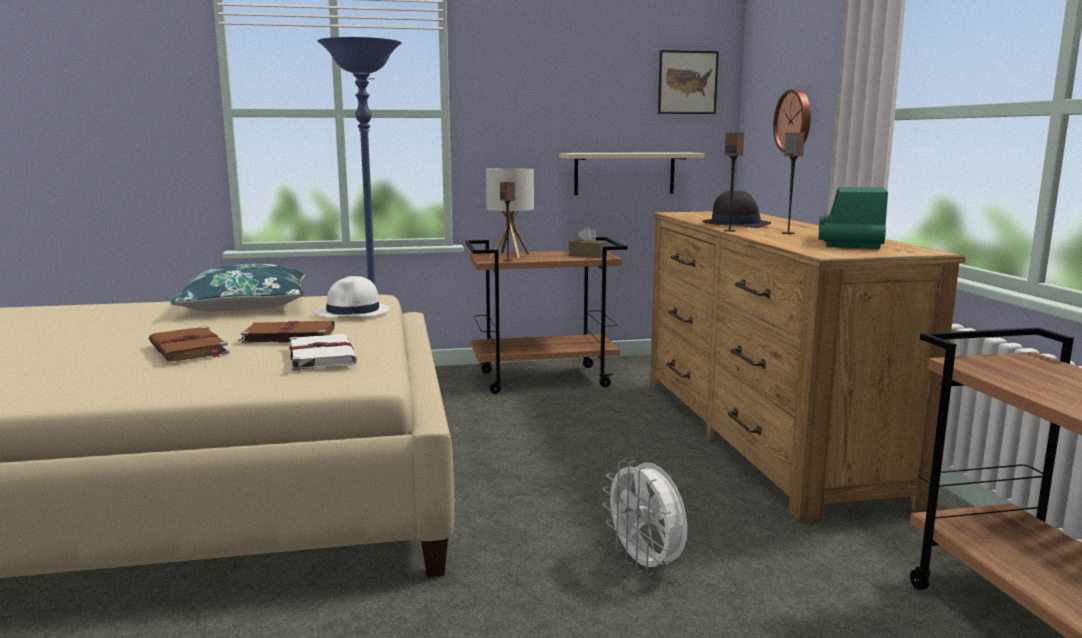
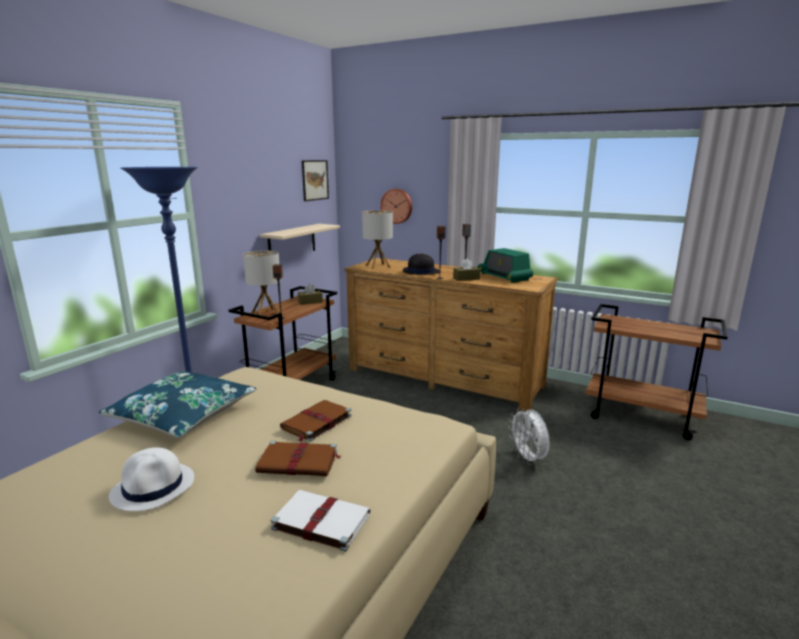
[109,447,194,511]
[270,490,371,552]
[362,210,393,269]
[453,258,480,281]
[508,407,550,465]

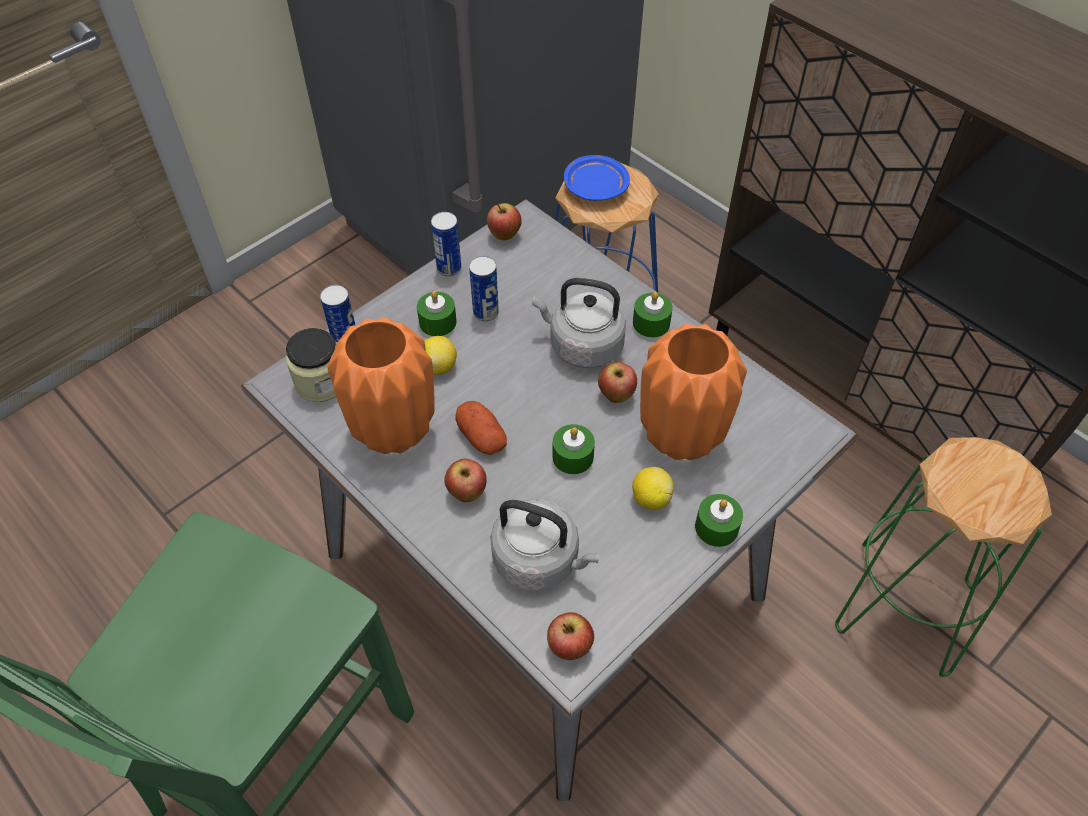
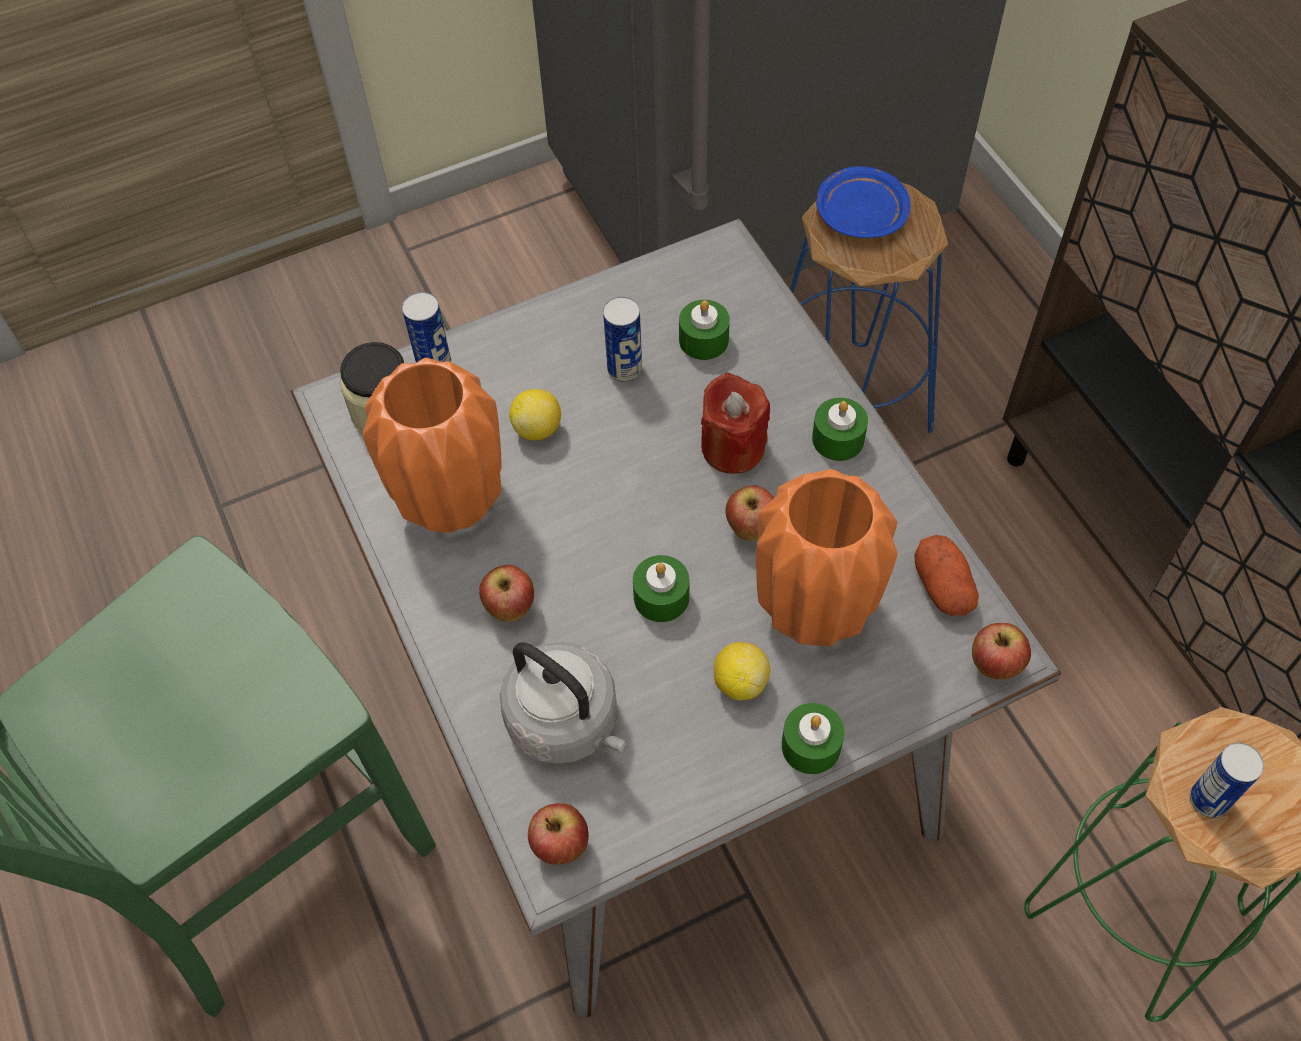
[679,300,730,360]
[701,373,770,474]
[914,535,979,616]
[972,623,1031,679]
[1190,743,1264,818]

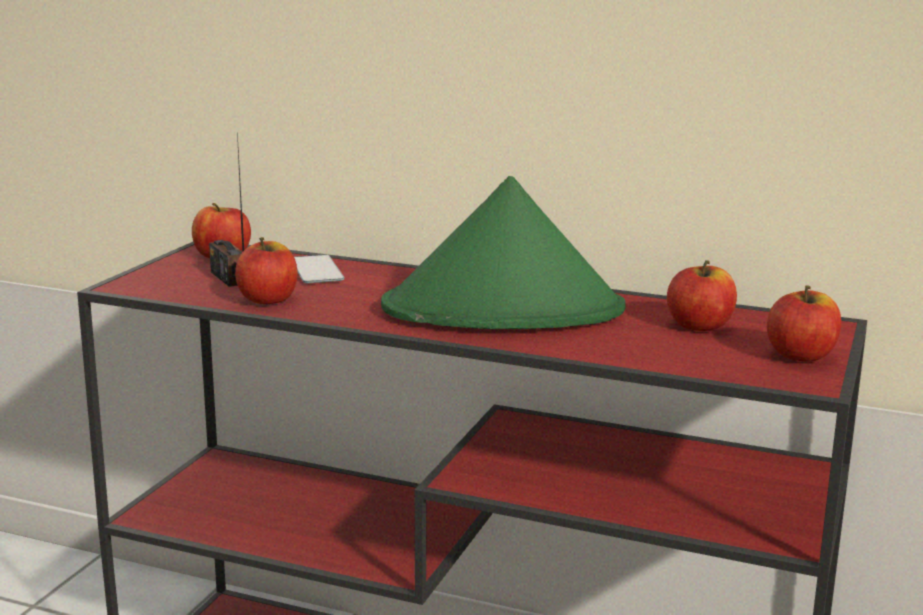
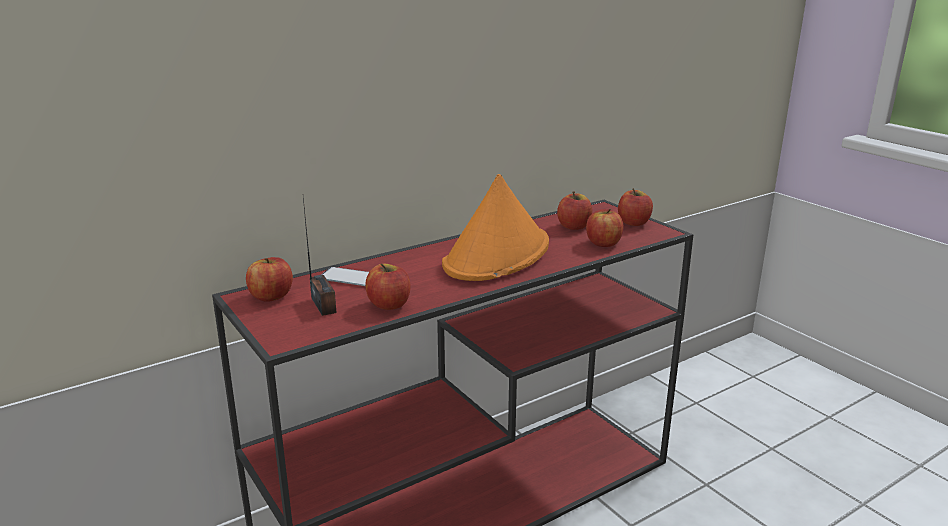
[303,198,337,316]
[442,174,549,281]
[586,209,623,247]

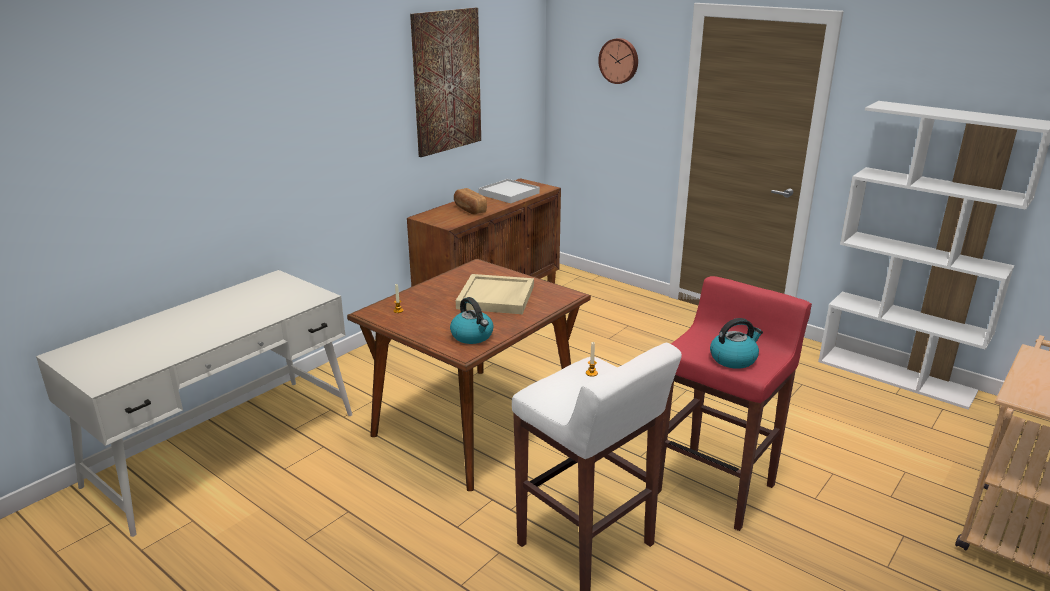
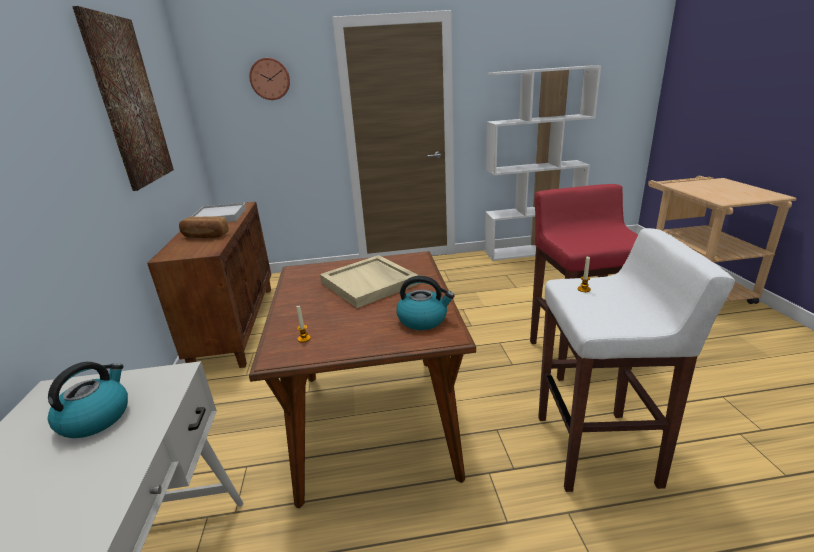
[48,362,128,438]

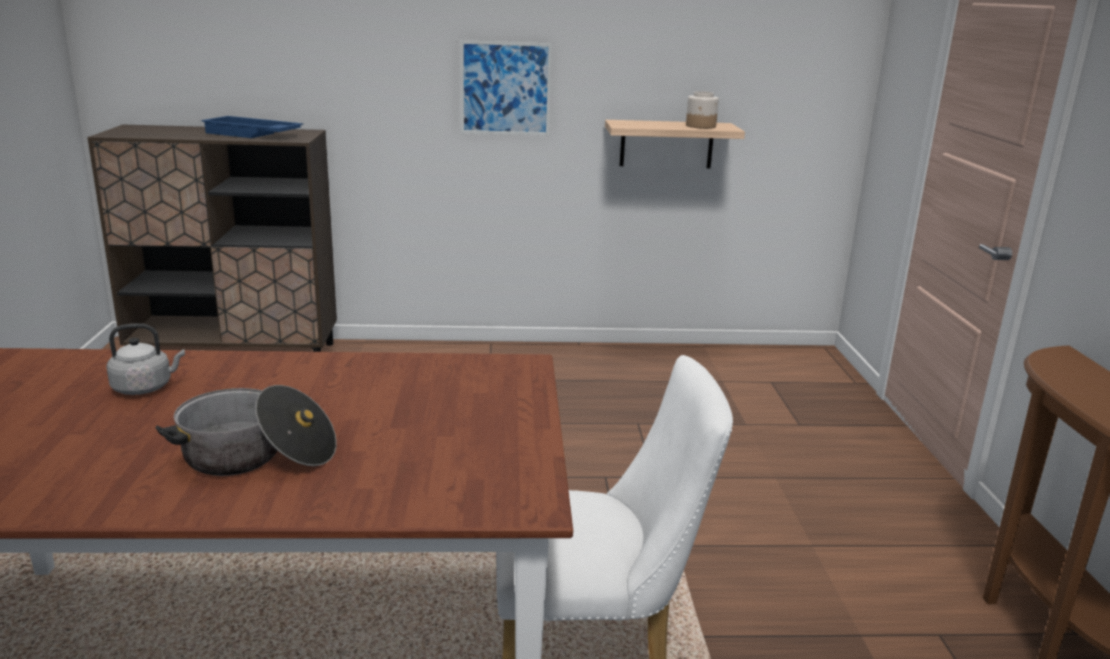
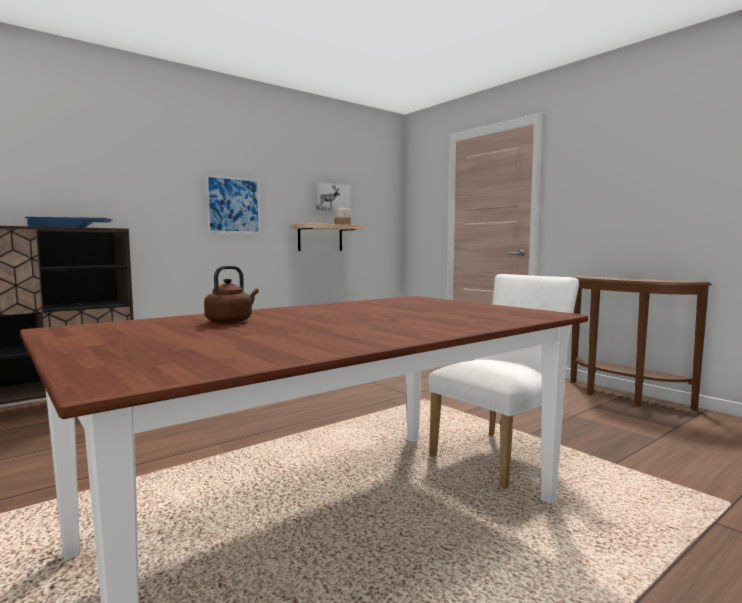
[204,266,259,324]
[316,182,351,212]
[155,385,337,476] (first image)

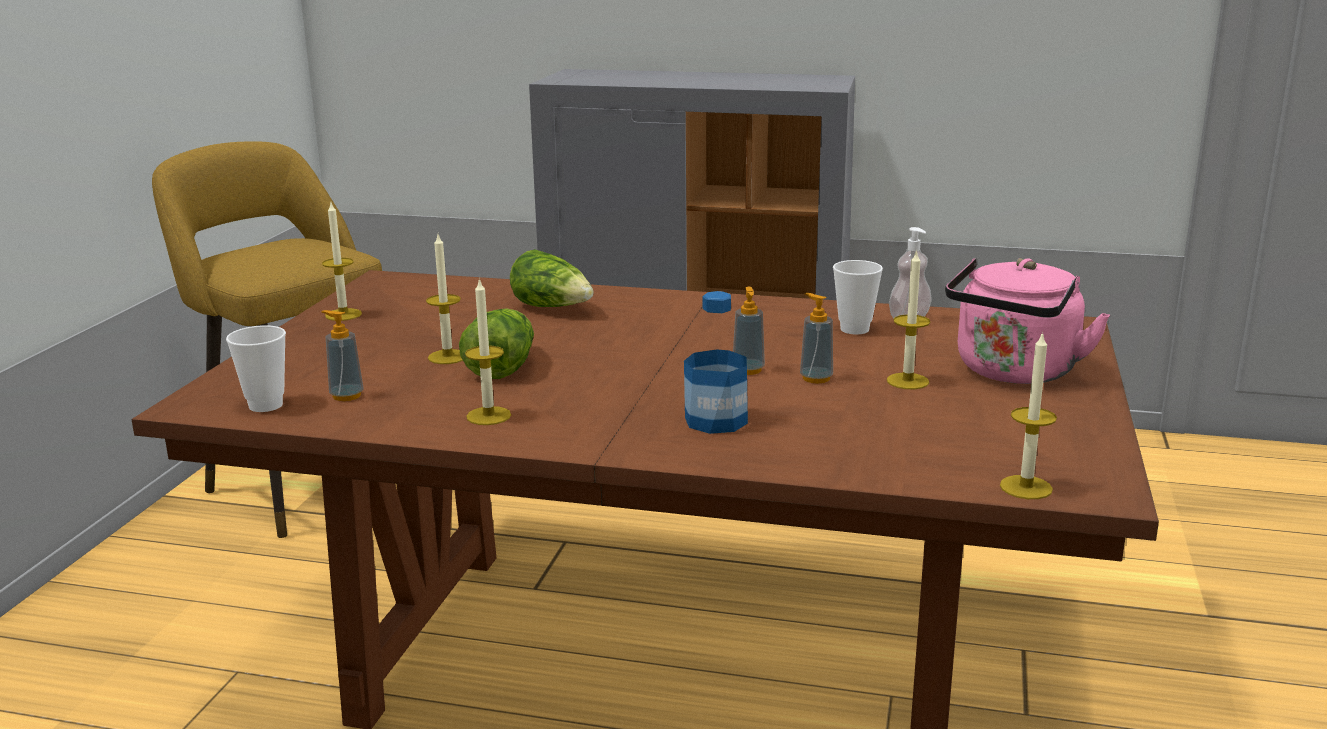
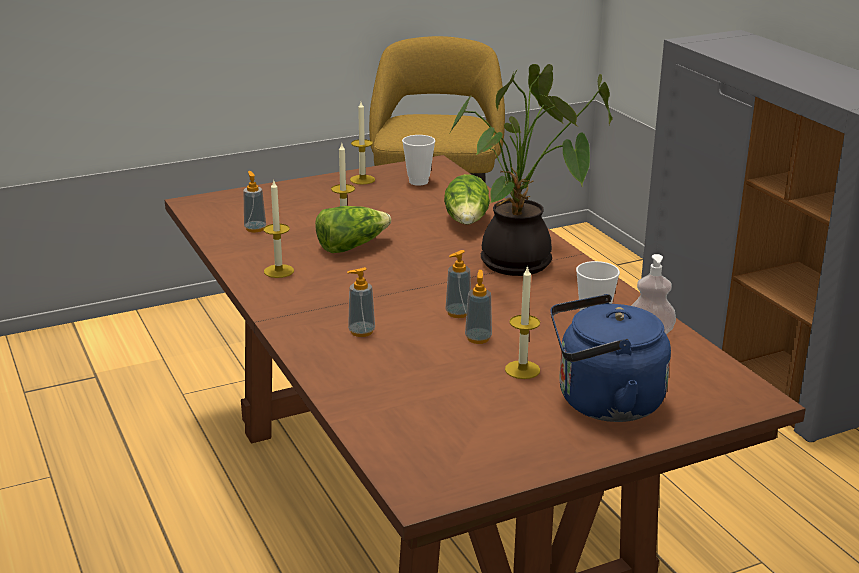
[347,267,375,337]
[402,135,435,186]
[449,64,613,276]
[550,294,671,422]
[1000,331,1057,499] (first image)

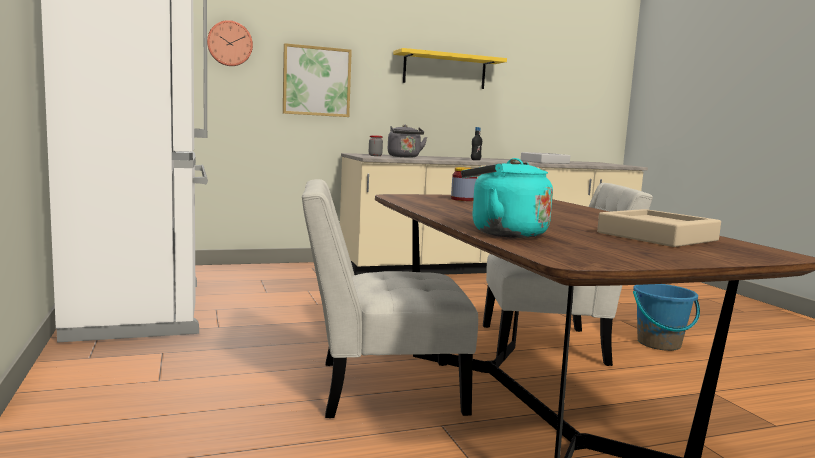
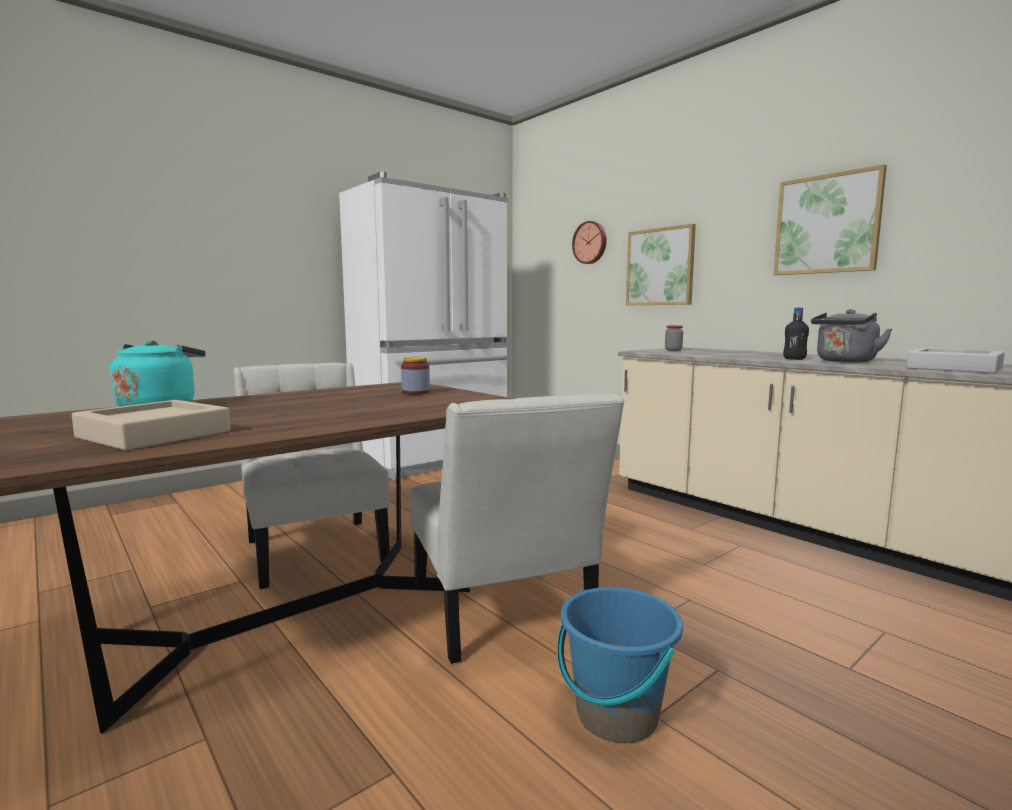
[773,164,887,275]
[811,309,892,362]

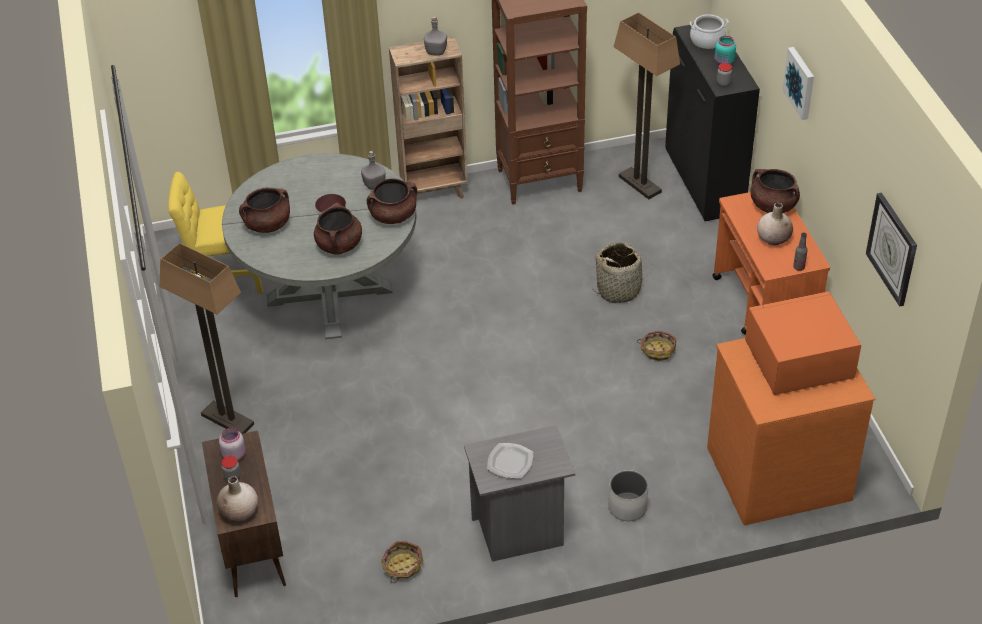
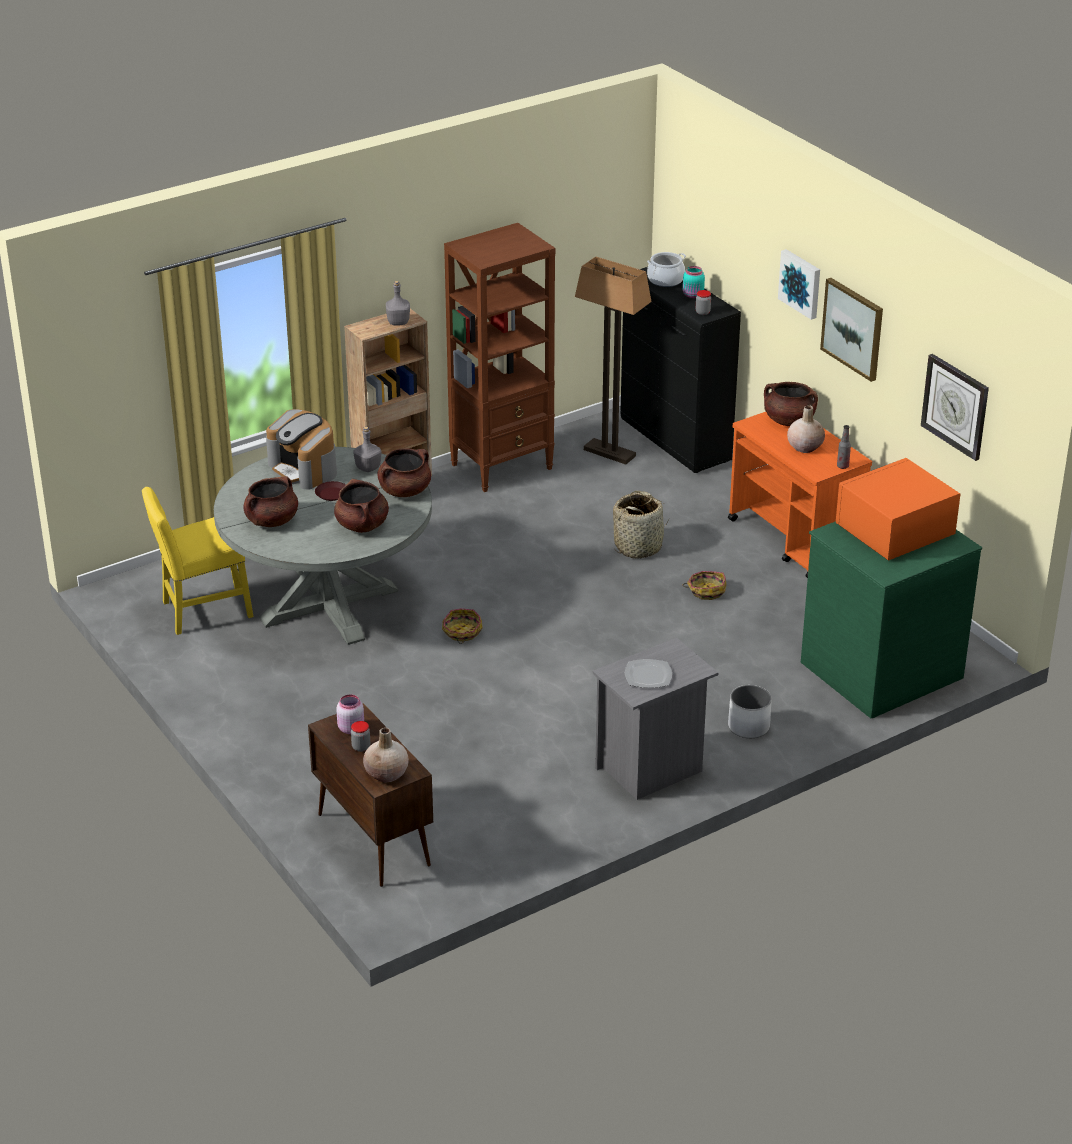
[266,409,337,490]
[442,608,483,644]
[801,521,982,718]
[820,278,883,382]
[160,243,254,434] (first image)

